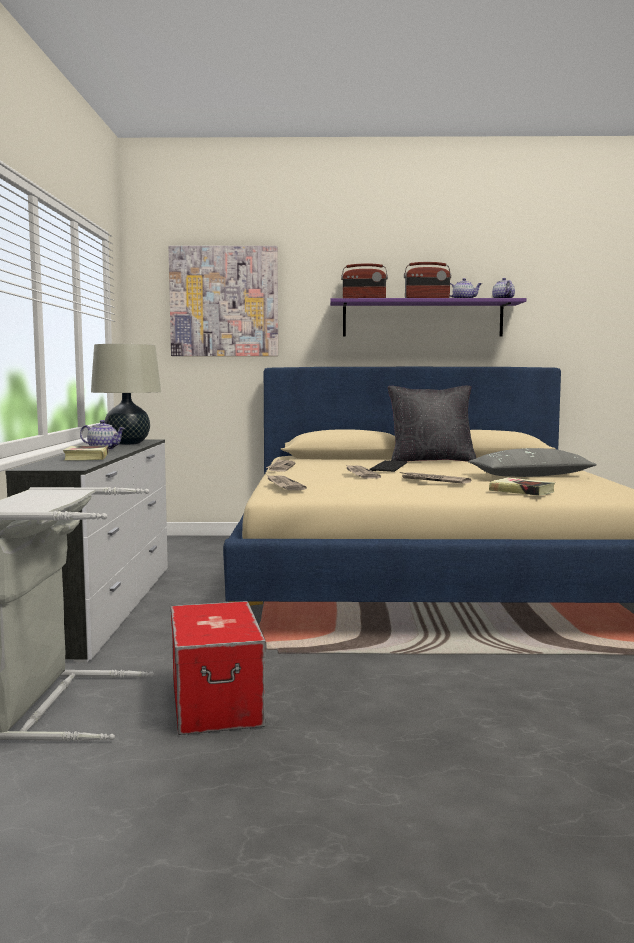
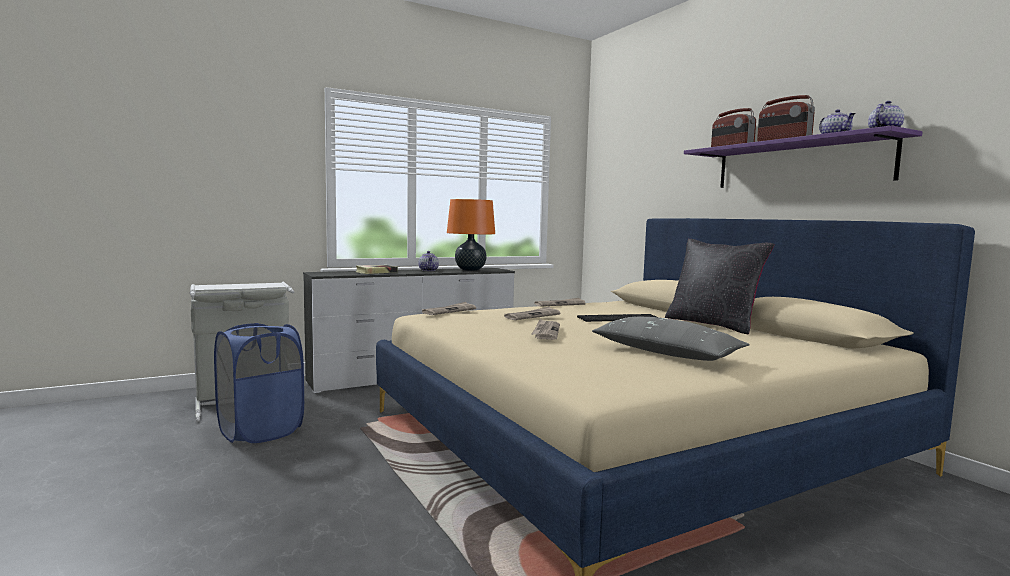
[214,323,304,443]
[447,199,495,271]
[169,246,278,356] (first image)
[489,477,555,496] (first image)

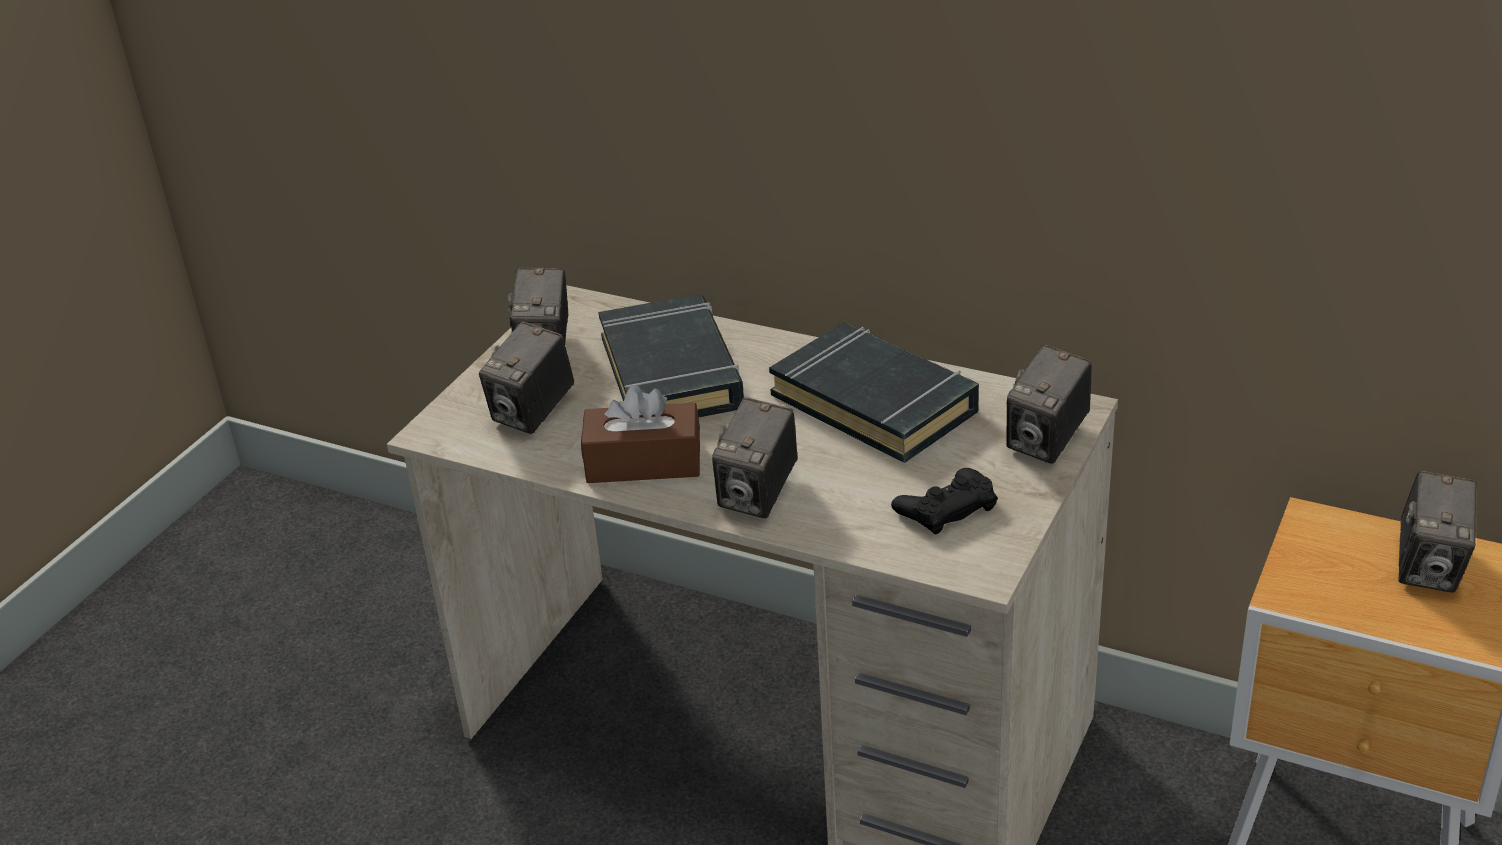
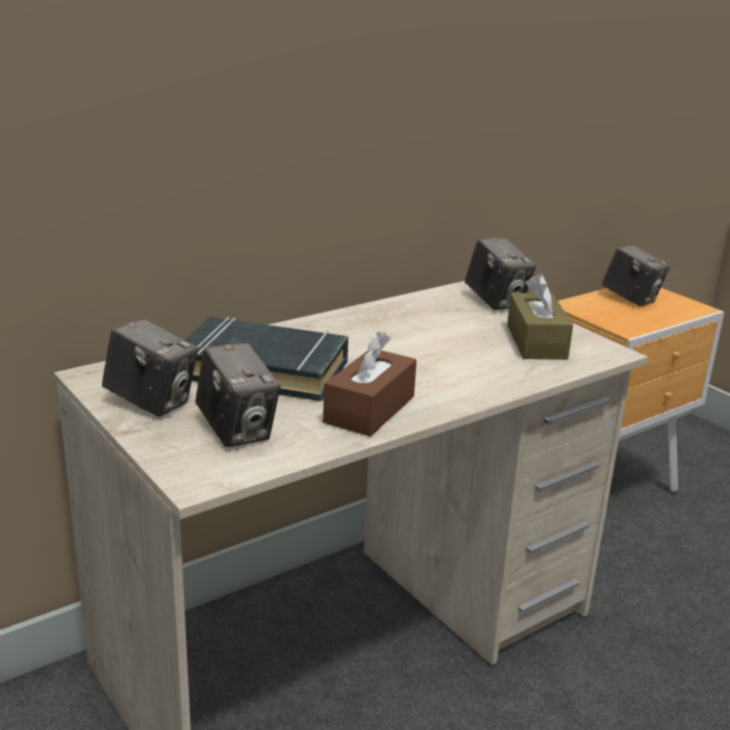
[507,273,573,360]
[712,397,798,518] (first image)
[769,323,979,463] (first image)

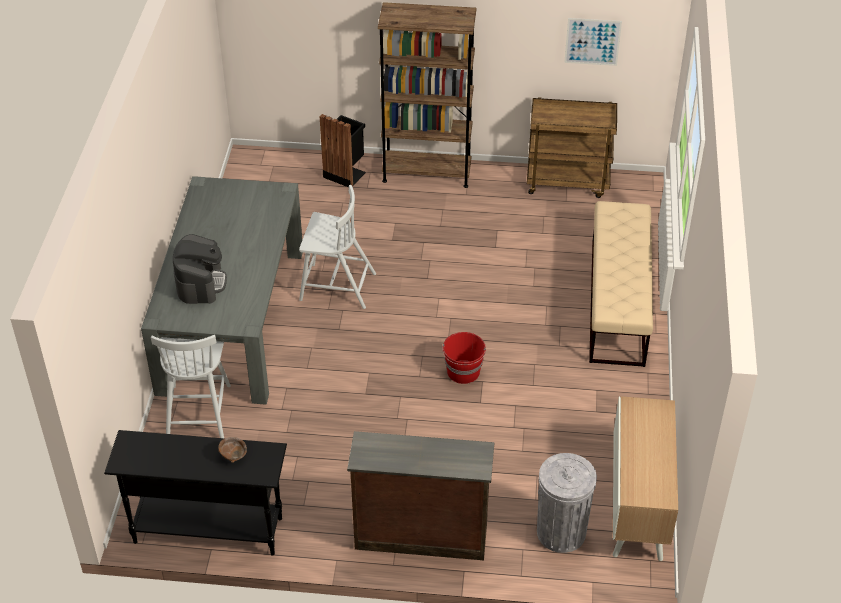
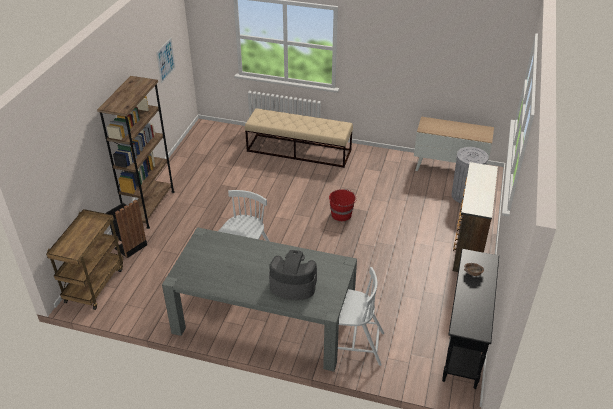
[46,209,124,310]

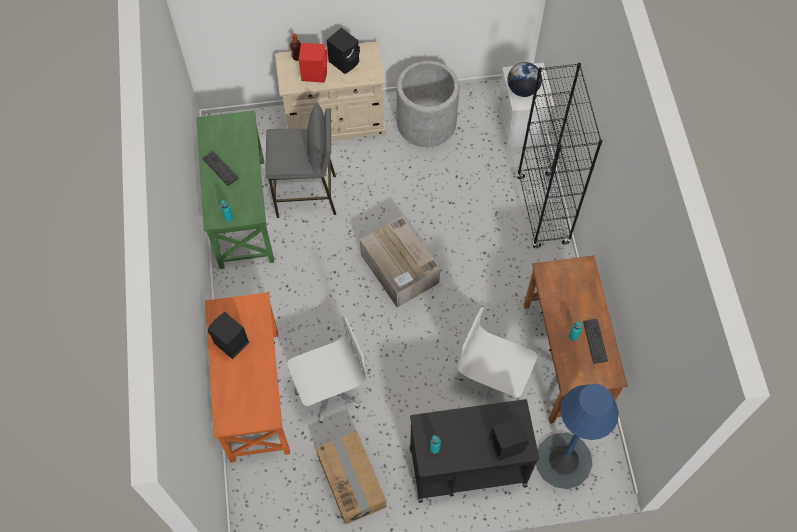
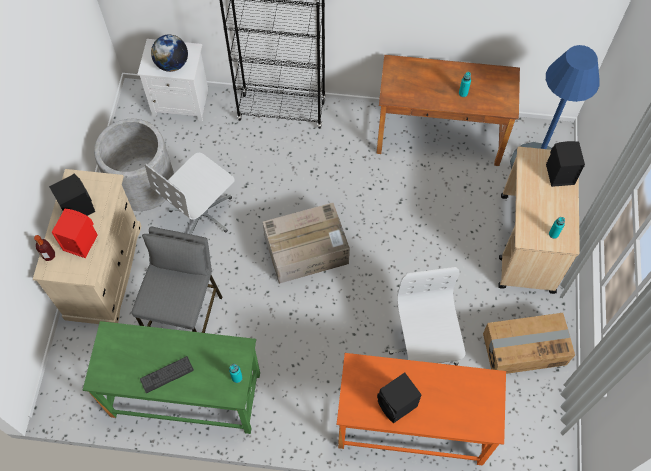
[145,153,235,234]
[498,147,580,294]
[583,319,608,364] (first image)

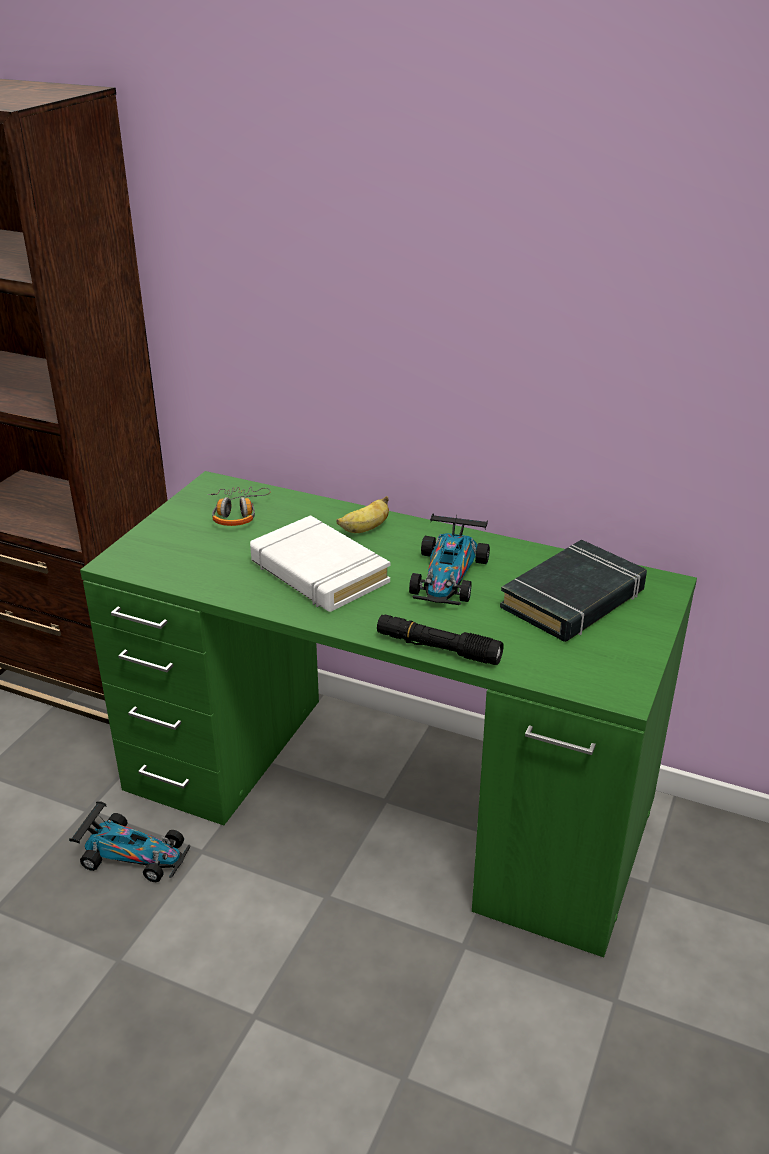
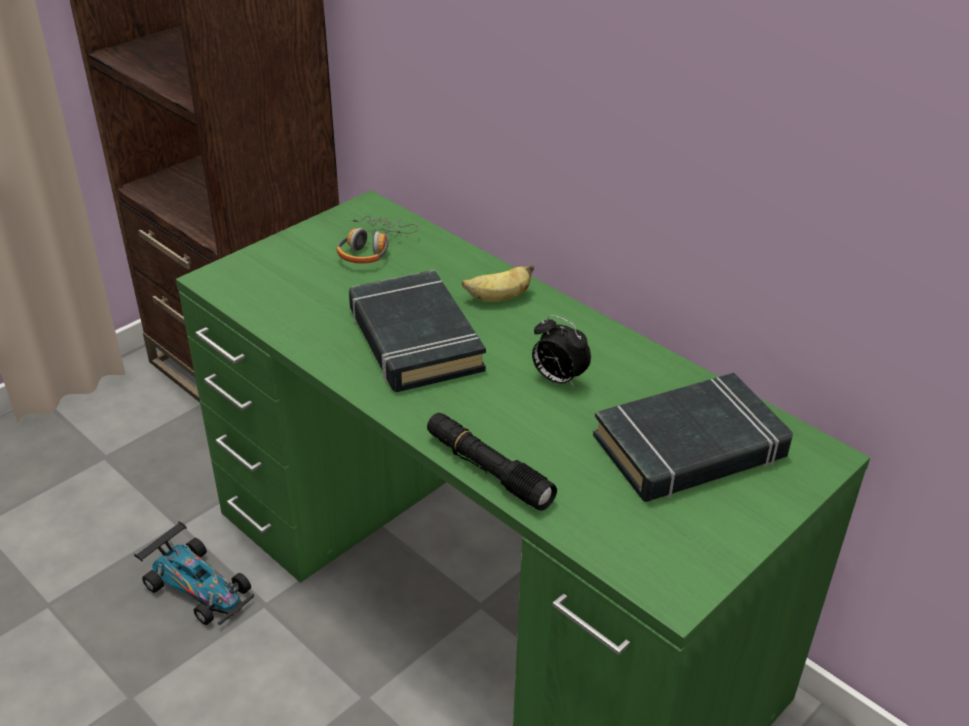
[349,270,486,392]
[532,315,591,388]

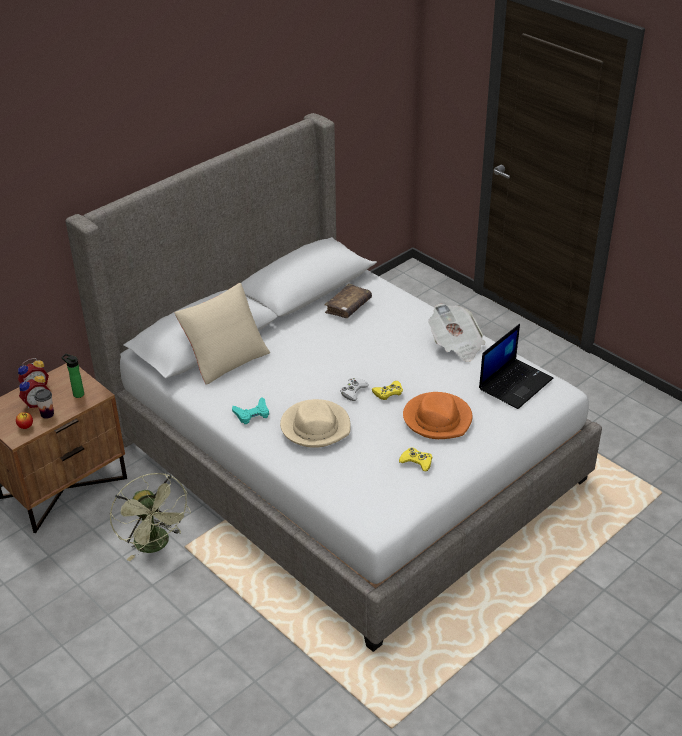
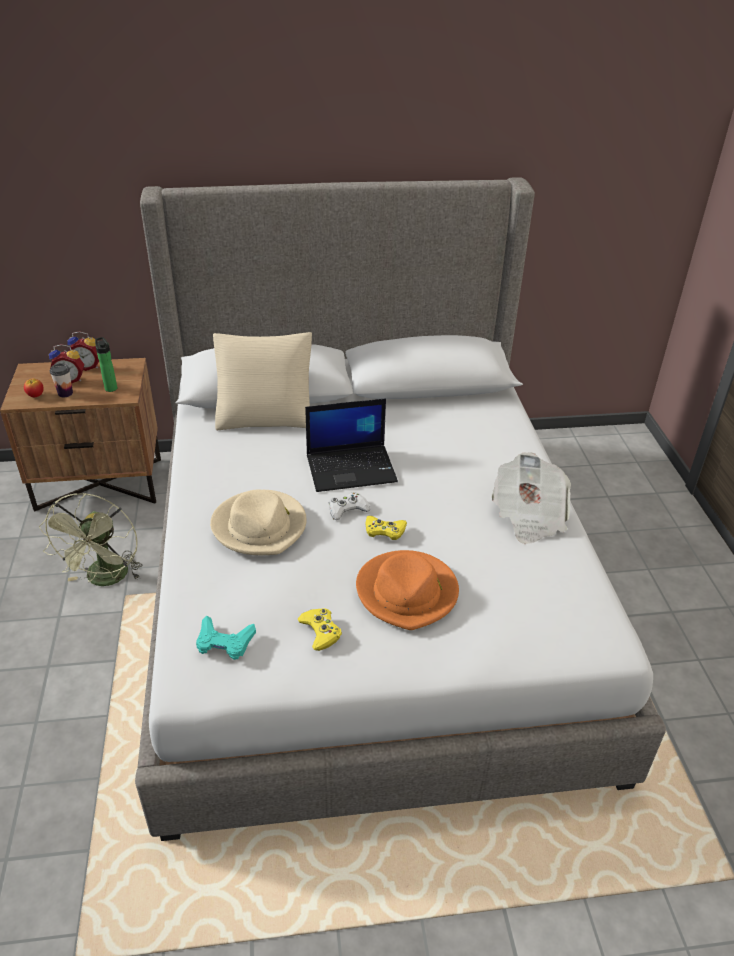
[196,615,256,660]
[305,398,398,492]
[324,284,372,318] (first image)

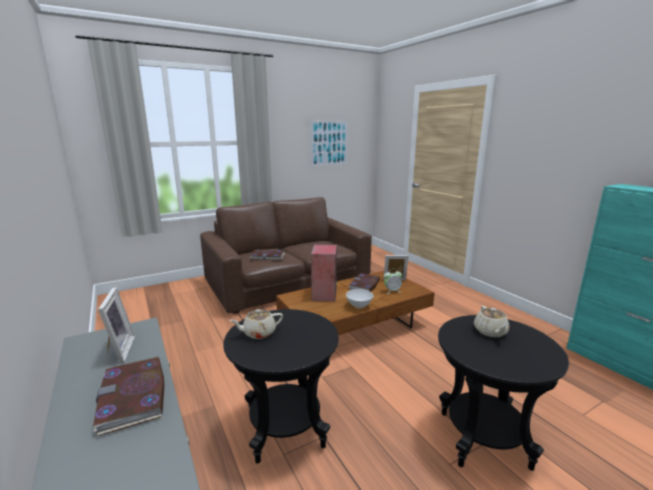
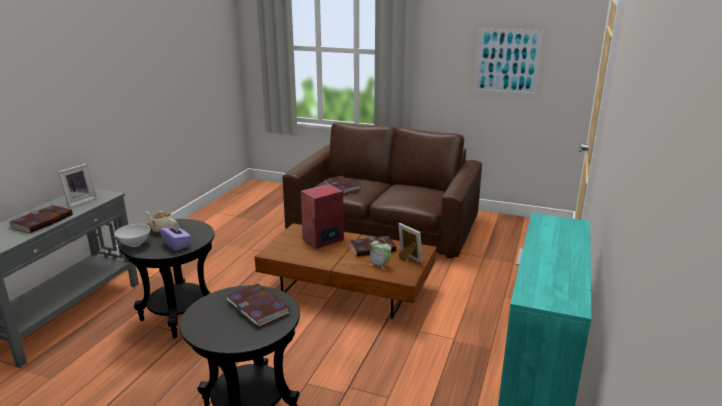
[115,224,151,247]
[160,221,191,251]
[227,284,290,327]

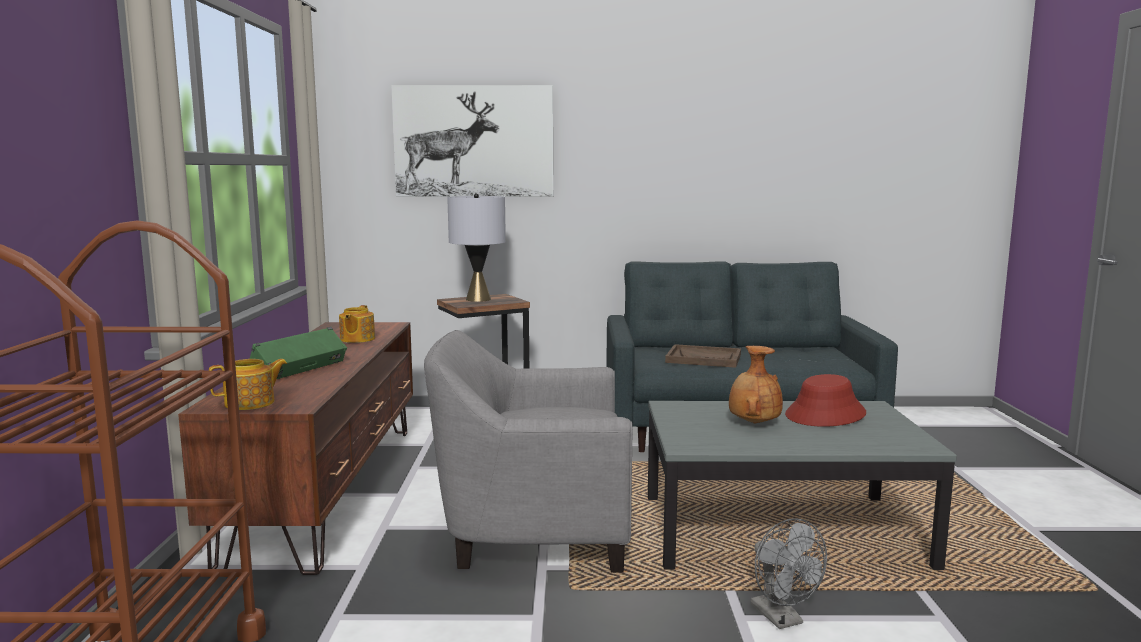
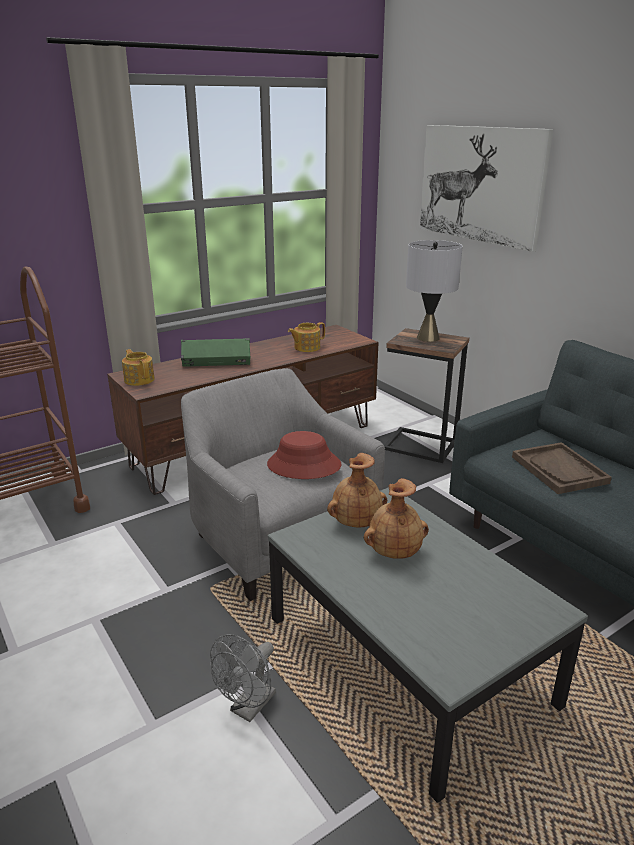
[122,349,155,386]
[267,431,342,479]
[327,453,387,527]

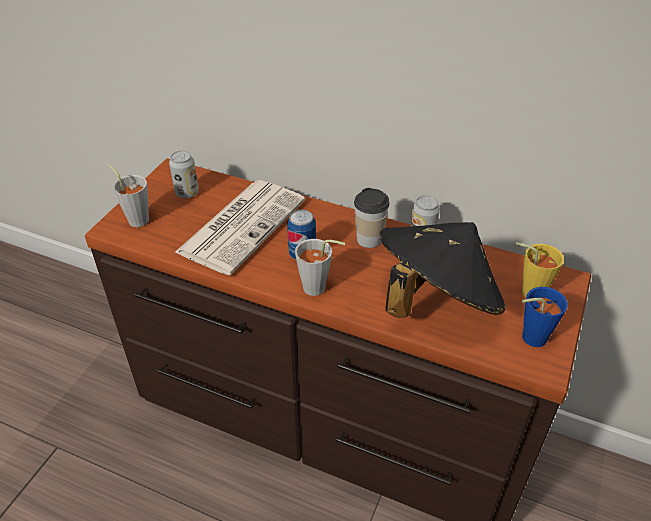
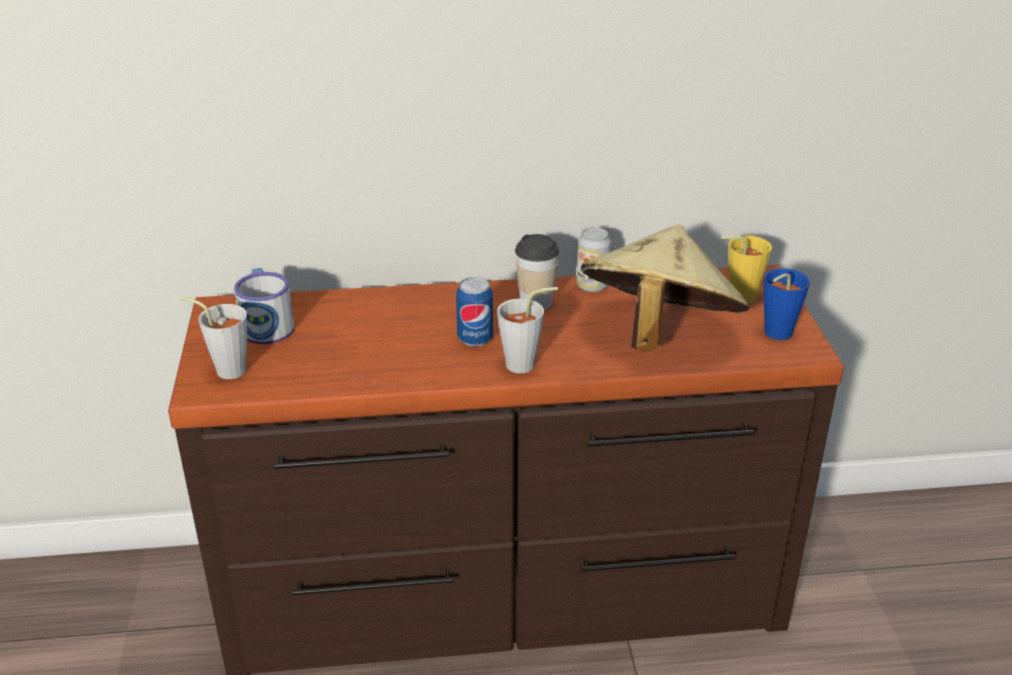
[234,268,294,344]
[581,224,750,352]
[174,180,305,275] (first image)

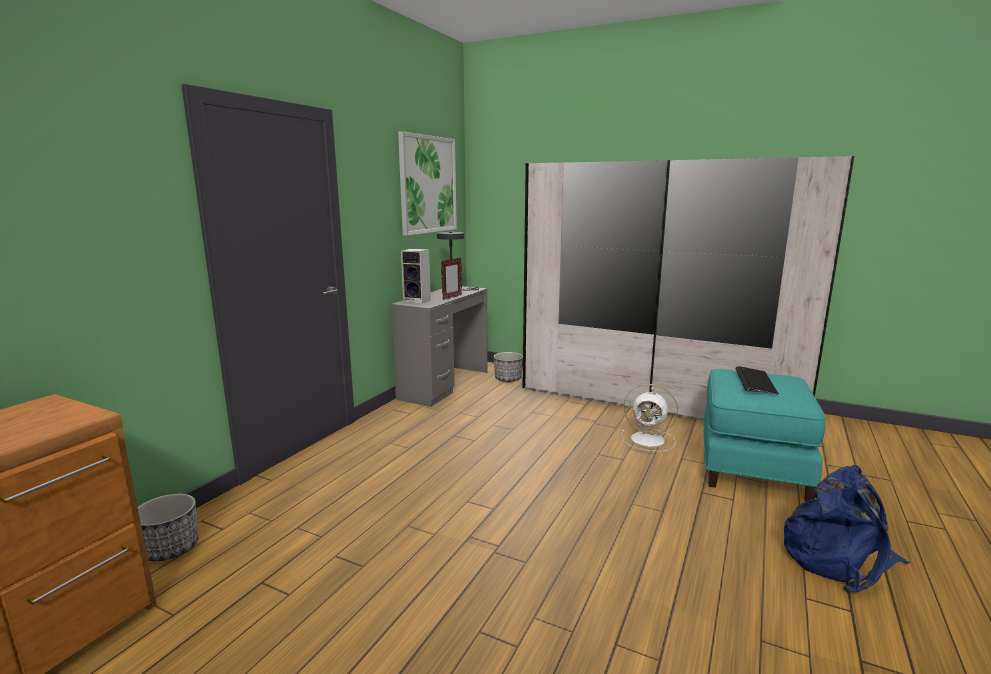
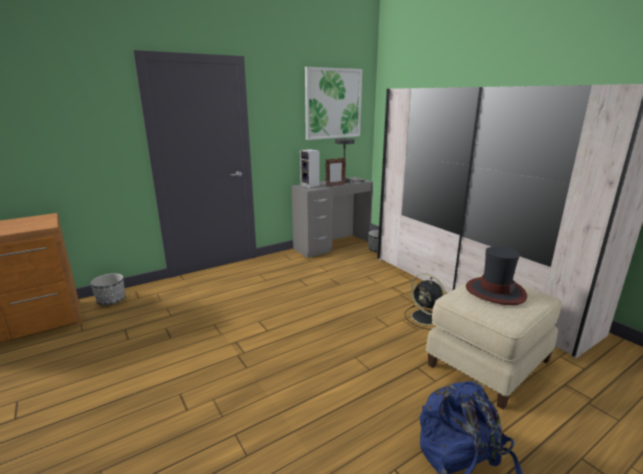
[405,273,446,330]
[425,274,561,409]
[466,247,527,305]

